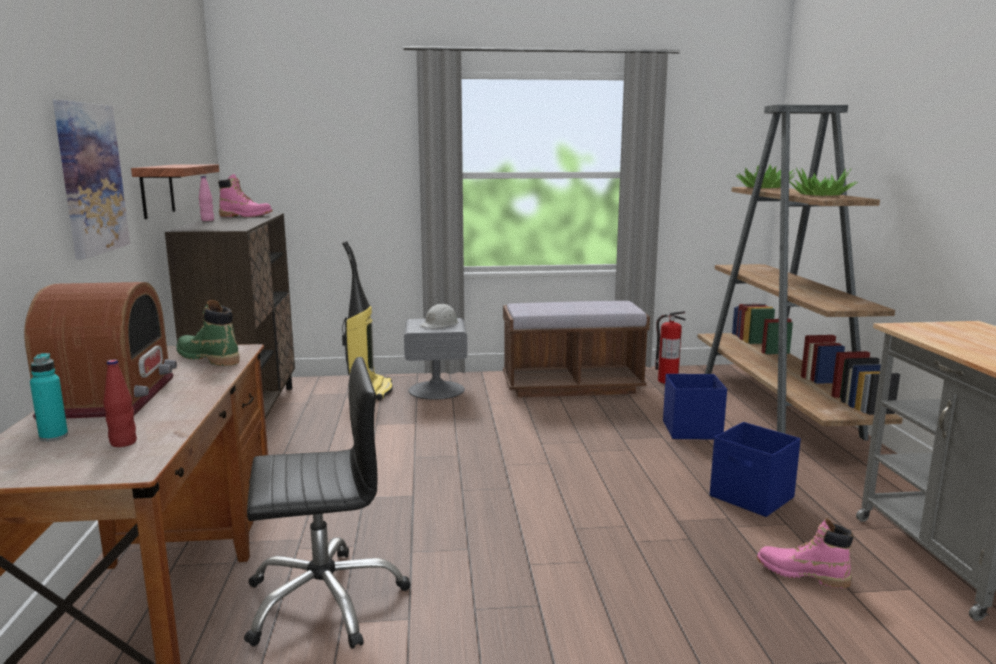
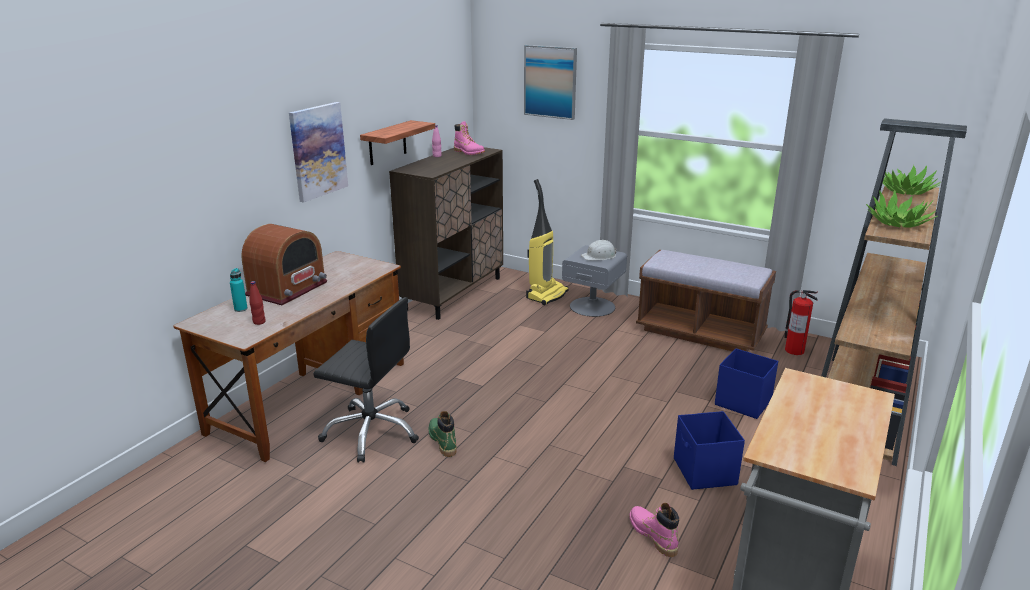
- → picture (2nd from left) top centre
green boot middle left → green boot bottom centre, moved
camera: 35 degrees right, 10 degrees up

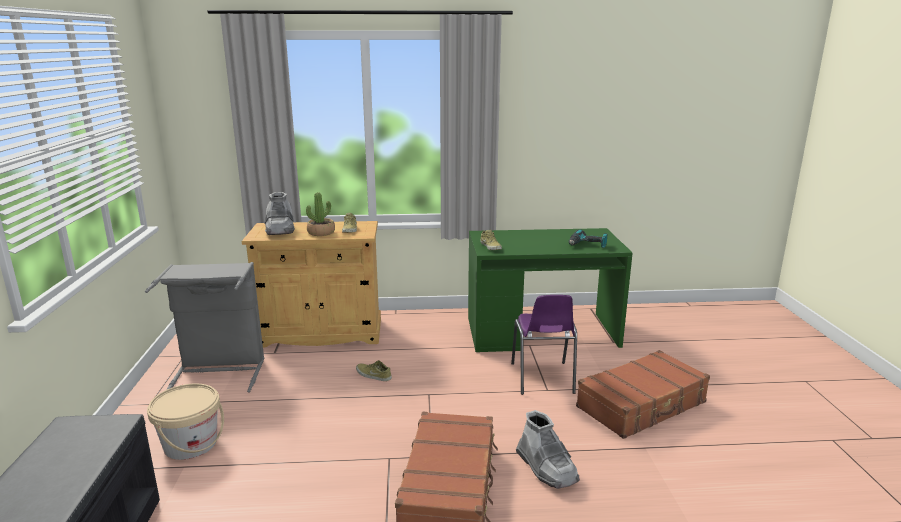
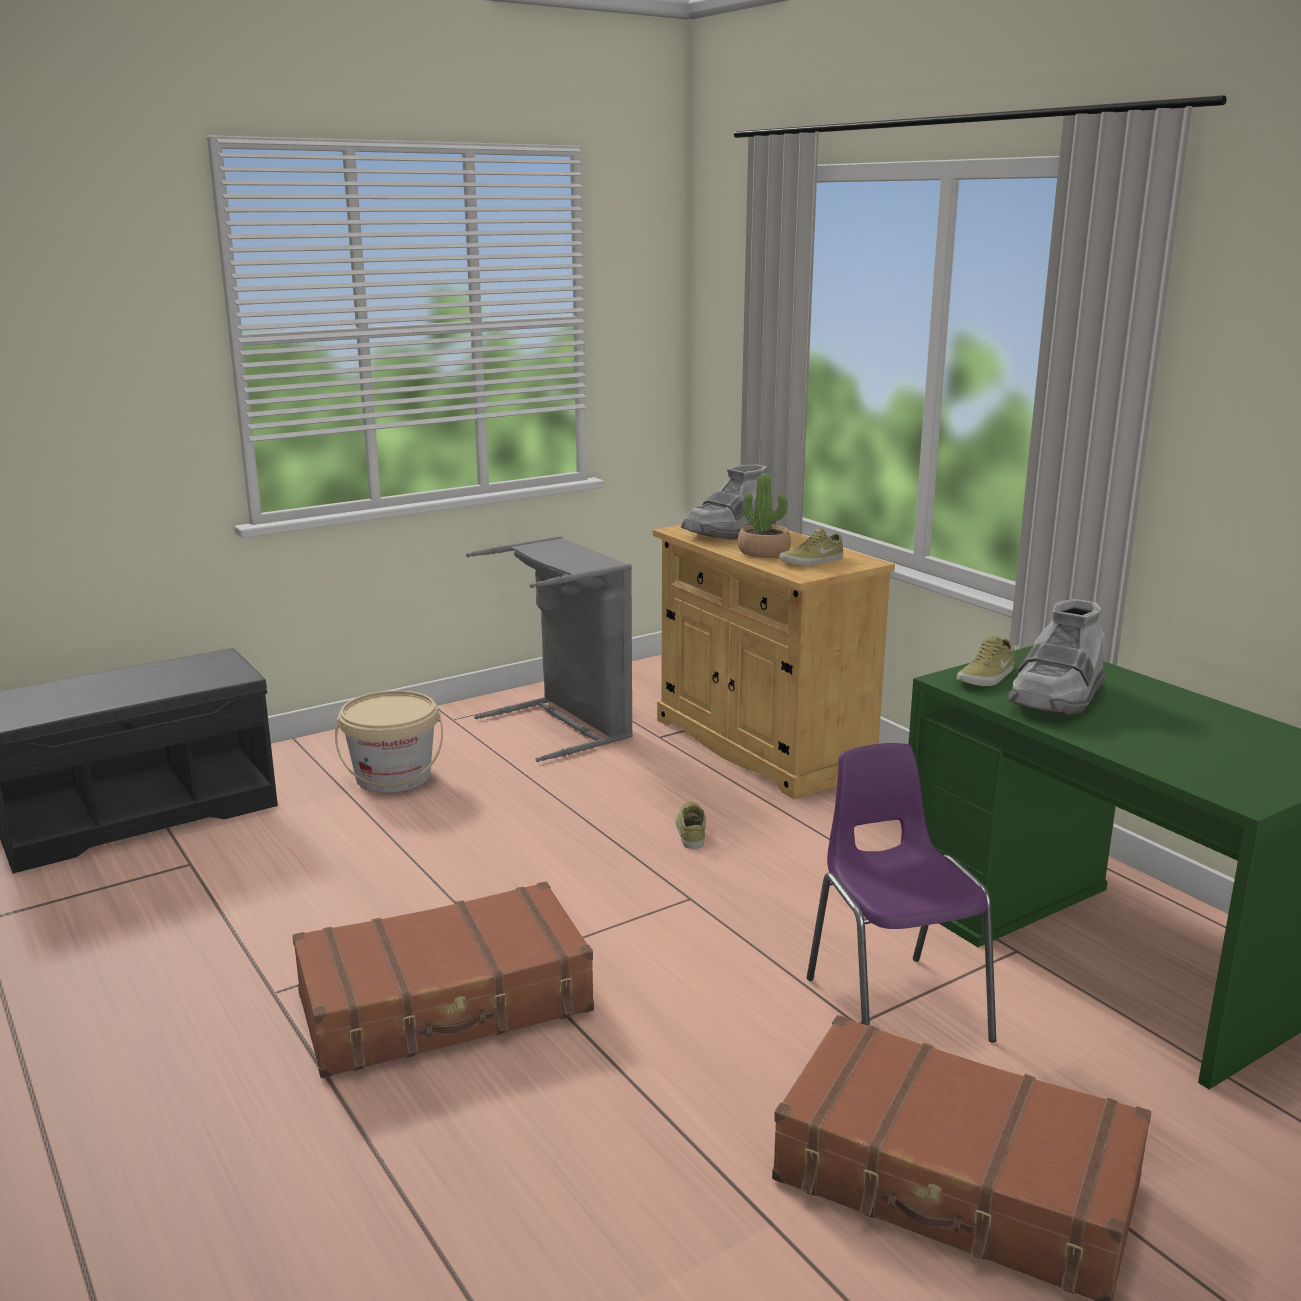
power drill centre → -
grey boot (2nd from left) bottom centre → grey boot (2nd from left) middle right, moved
purple chair centre → purple chair bottom right, 105 degrees clockwise
camera: 60 degrees right, 0 degrees up

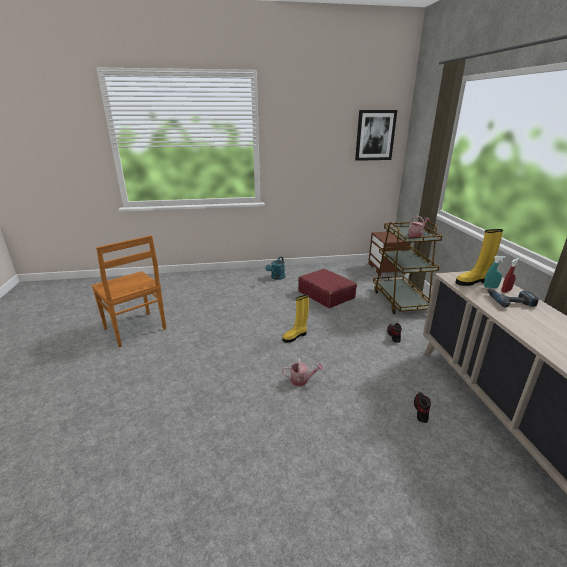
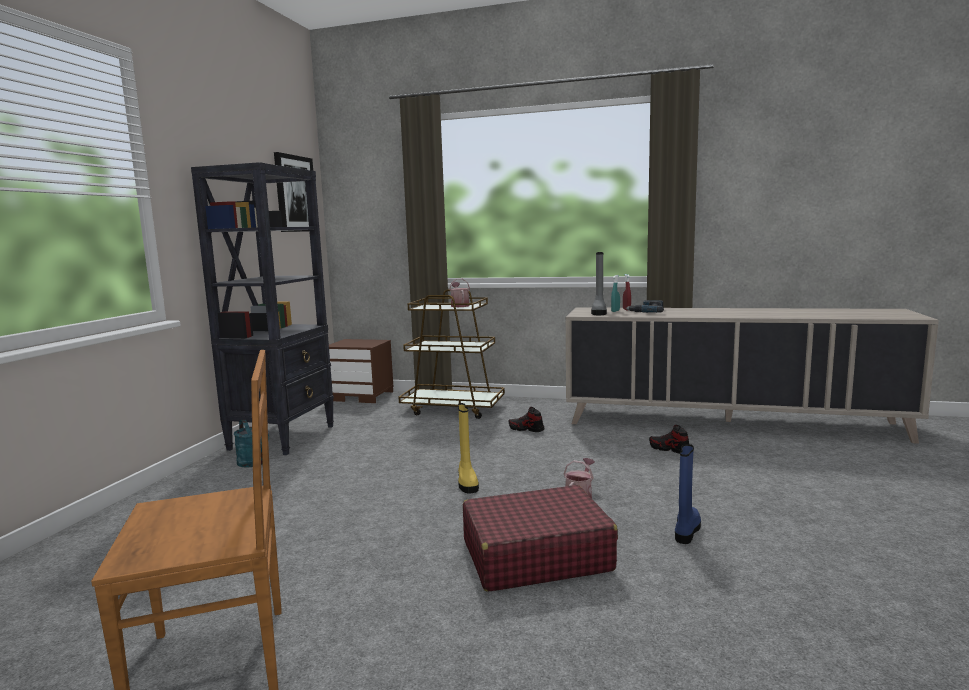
- → black bookcase middle left
- → blue boot bottom right
red suitcase centre → red suitcase bottom centre, moved
yellow boot (2nd from left) middle right → grey boot centre
camera: 65 degrees left, 15 degrees down

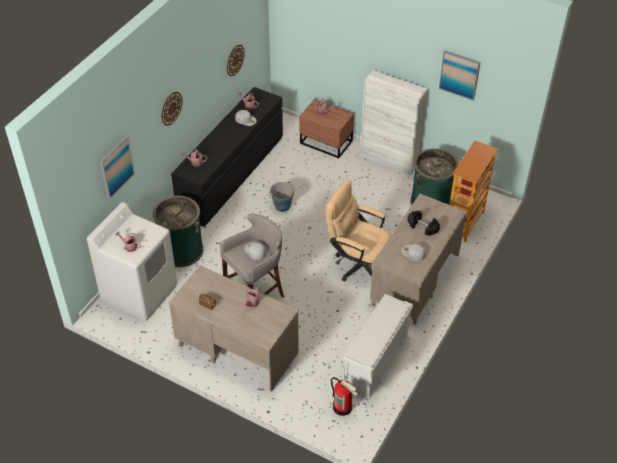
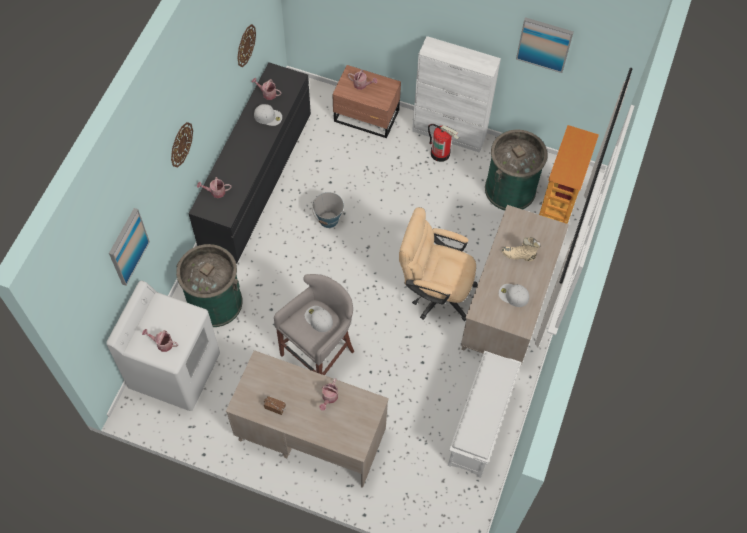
fire extinguisher bottom centre → fire extinguisher top centre, moved
black dumbbell middle right → beige boot middle right
camera: 10 degrees left, 15 degrees up

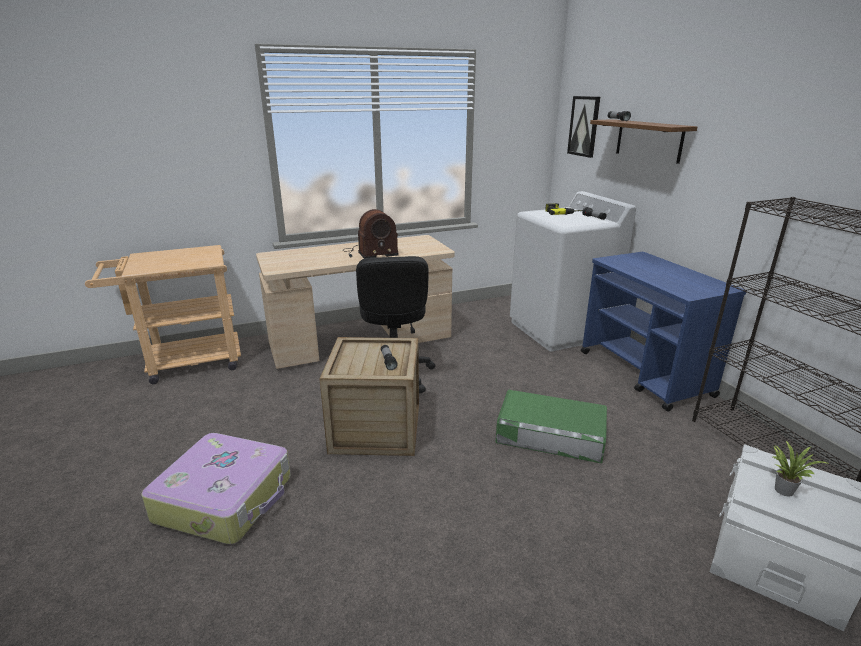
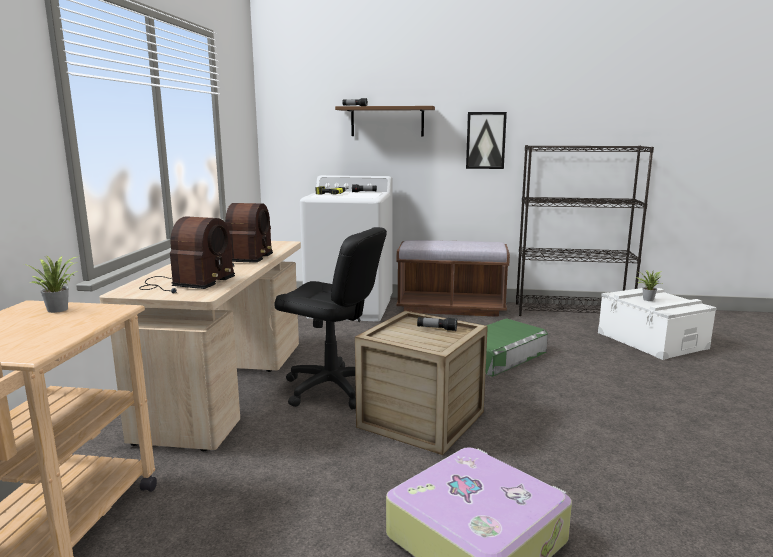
- → potted plant (1st from left) middle left
- → radio (1st from left) middle left
picture top right → picture top centre, moved
blue cart middle right → brown bench centre
camera: 60 degrees left, 10 degrees down

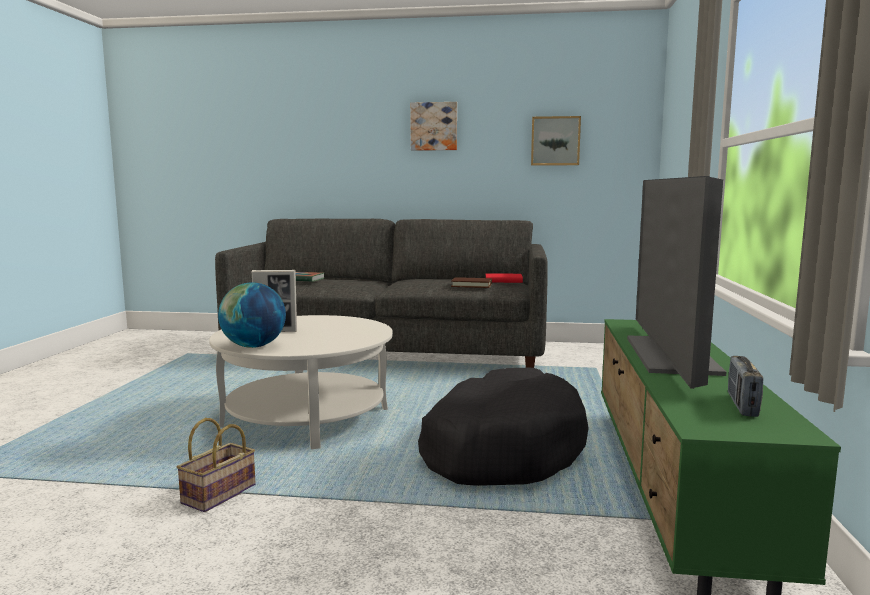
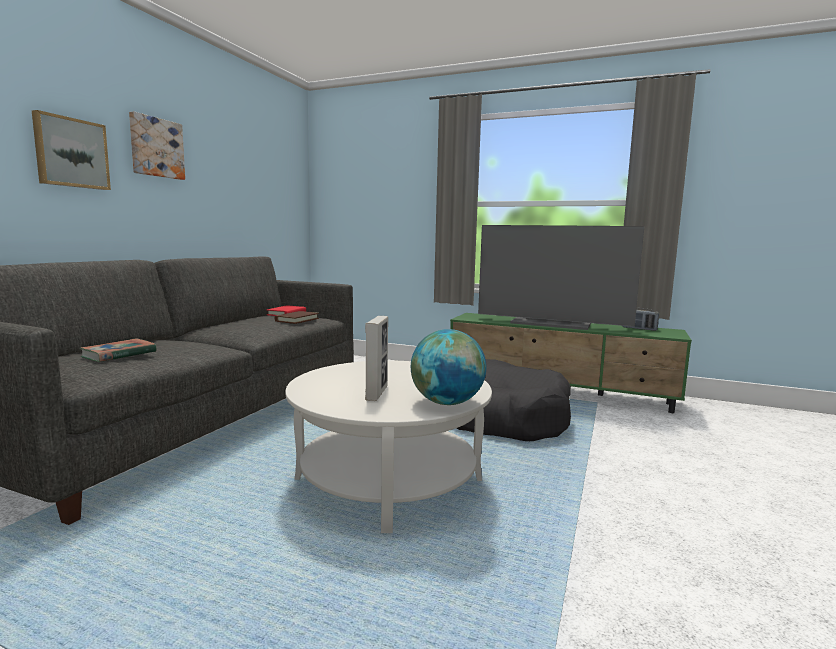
basket bottom left → -
picture (2nd from left in the first image) top centre → picture (1st from left) top left, moved
camera: 75 degrees left, 0 degrees up

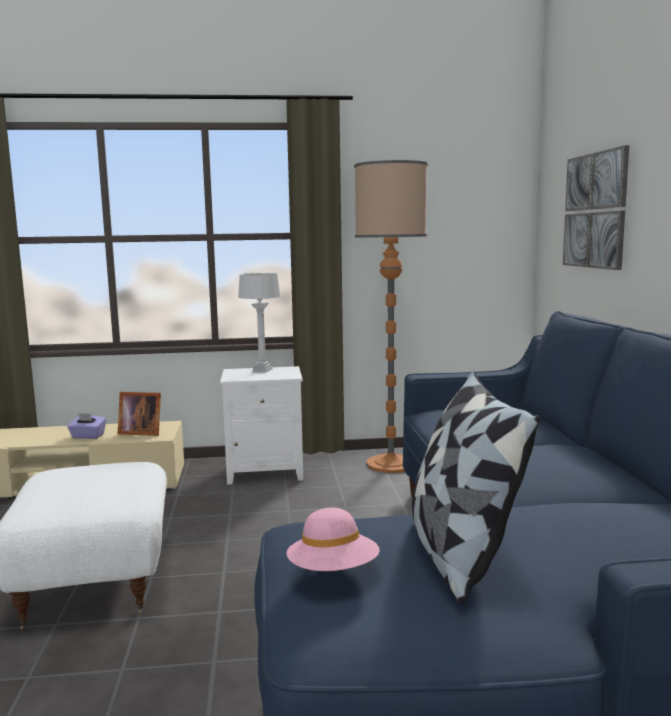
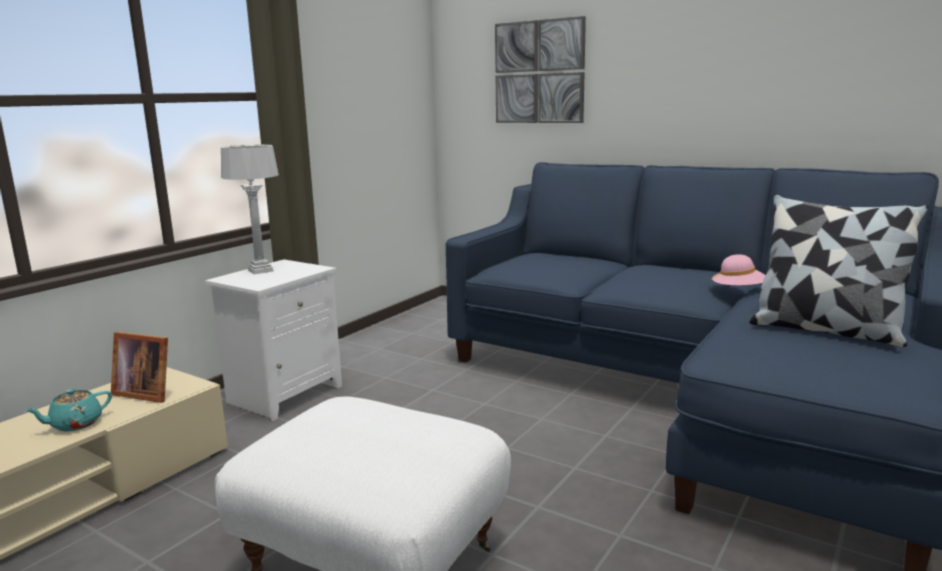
floor lamp centre → -
pink hat bottom centre → pink hat middle right, moved
purple tissue box middle left → turquoise teapot bottom left
picture frame middle left, 60 degrees clockwise
camera: 50 degrees left, 5 degrees up

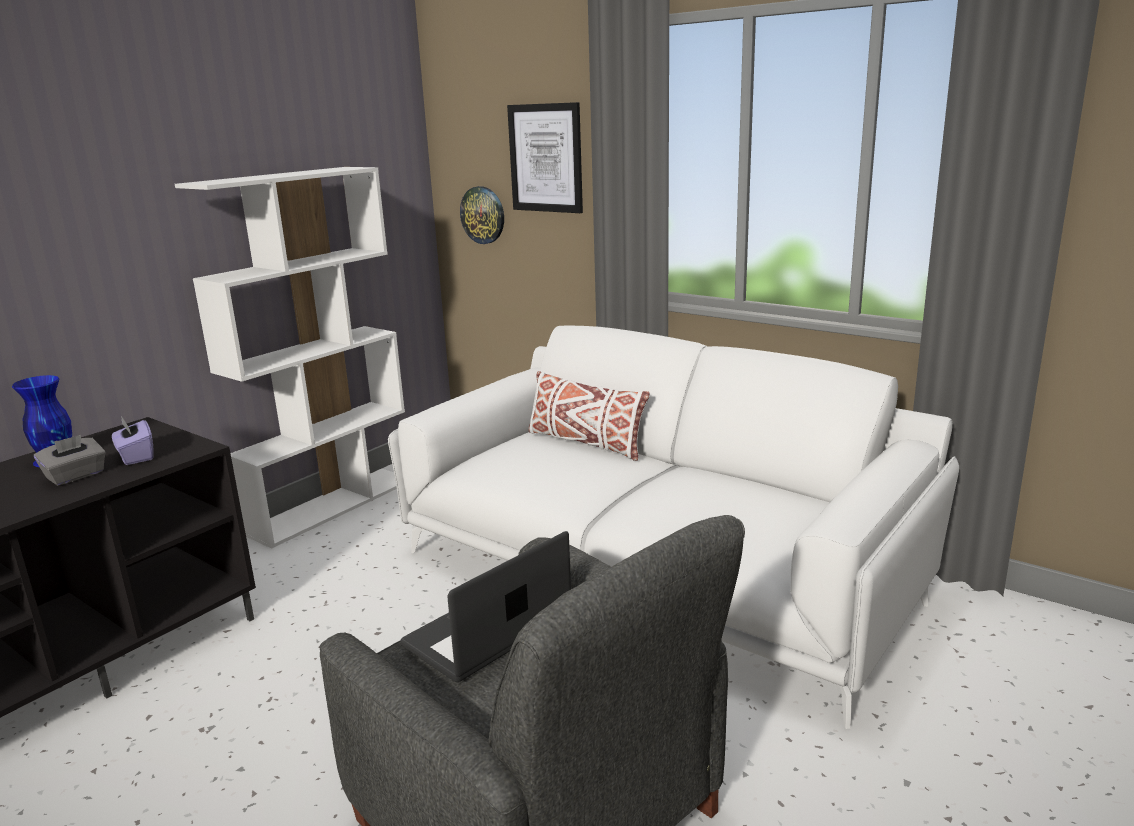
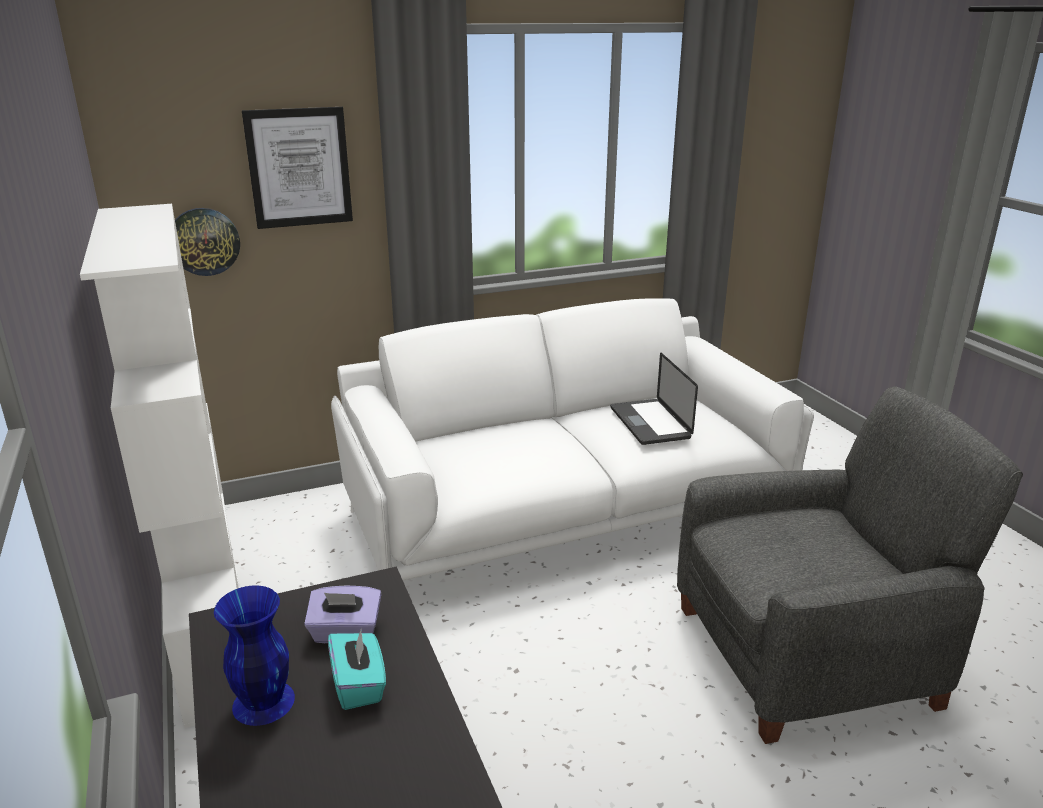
white pillow centre → -
laptop bottom centre → laptop centre, moved
grey tissue box middle left → turquoise tissue box bottom centre
camera: 60 degrees left, 5 degrees up

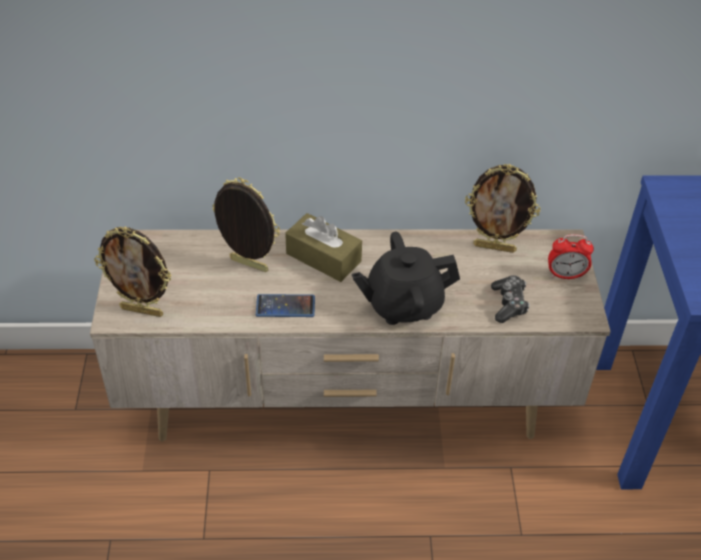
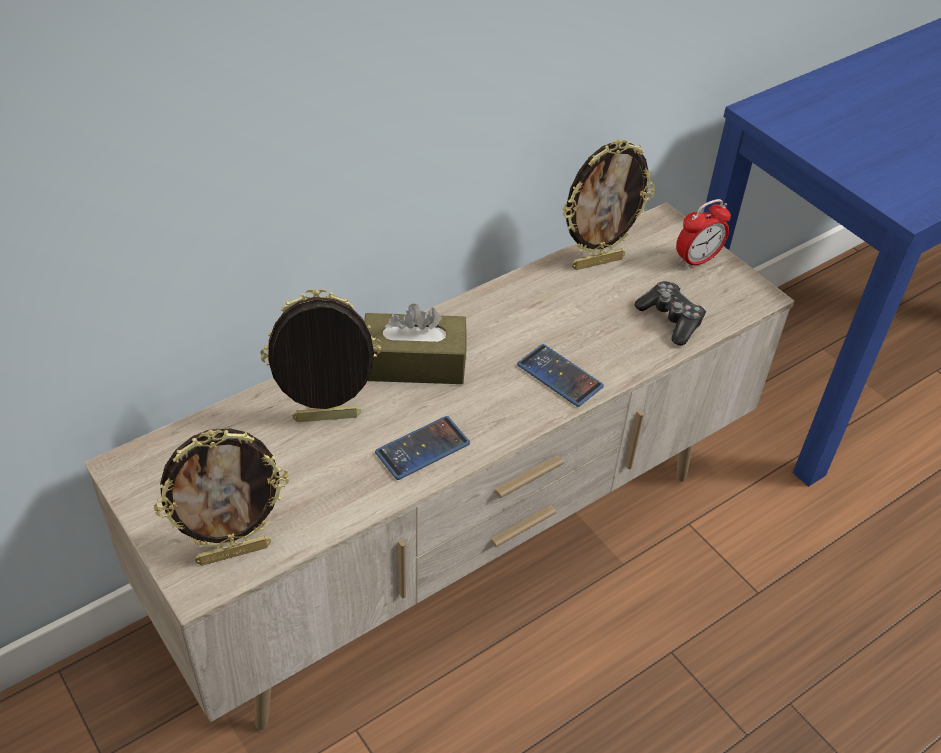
black teapot centre → phone (2nd from left) centre
camera: 35 degrees left, 0 degrees up

